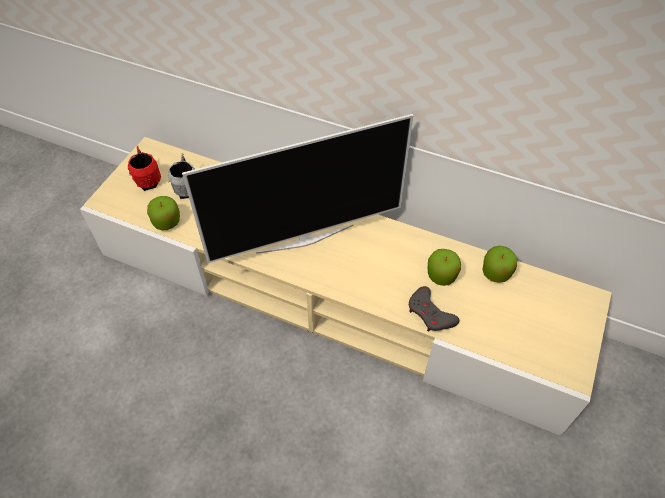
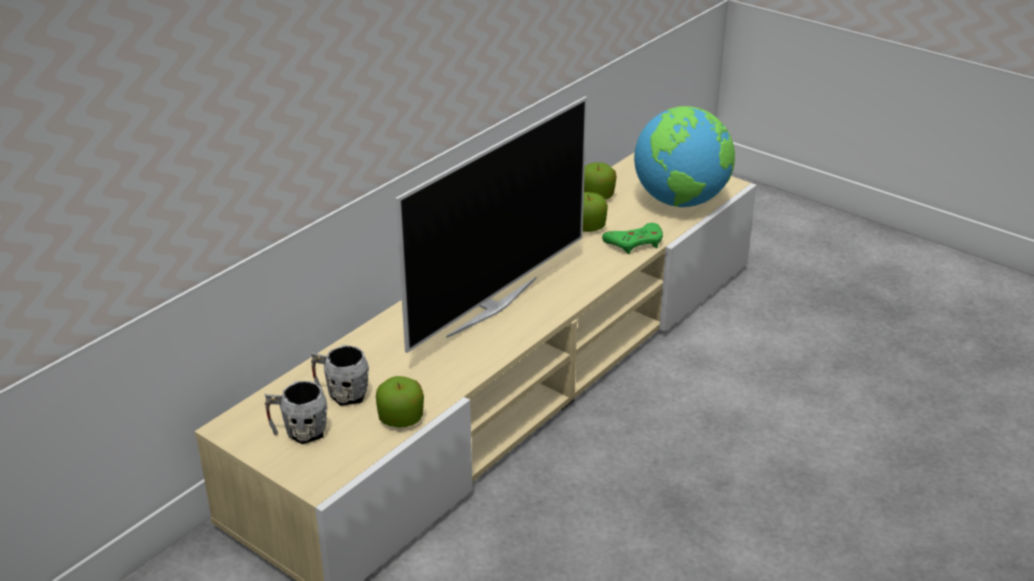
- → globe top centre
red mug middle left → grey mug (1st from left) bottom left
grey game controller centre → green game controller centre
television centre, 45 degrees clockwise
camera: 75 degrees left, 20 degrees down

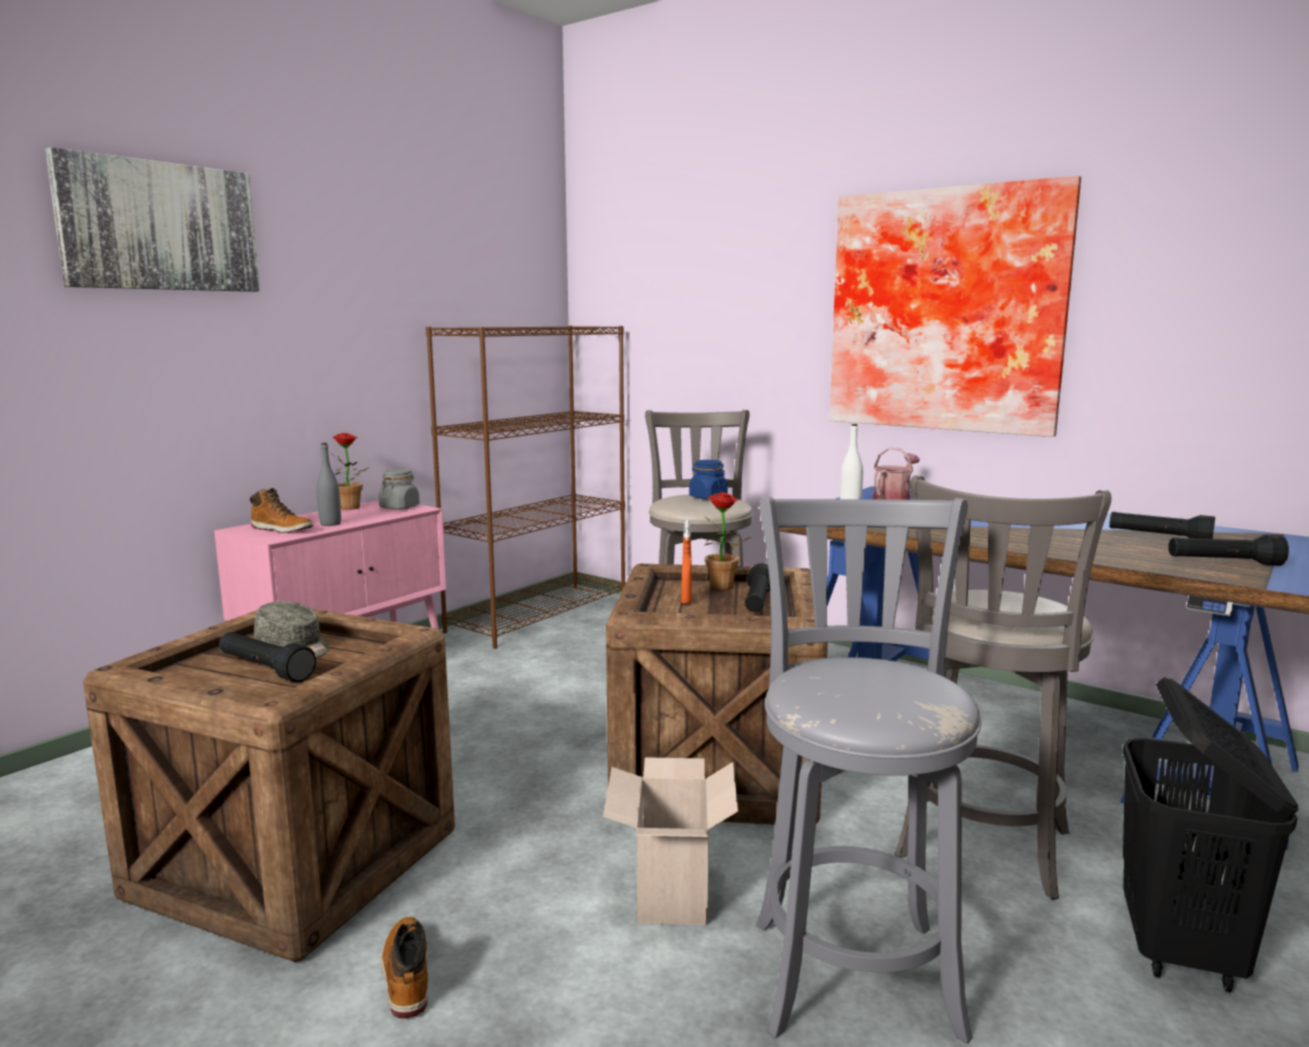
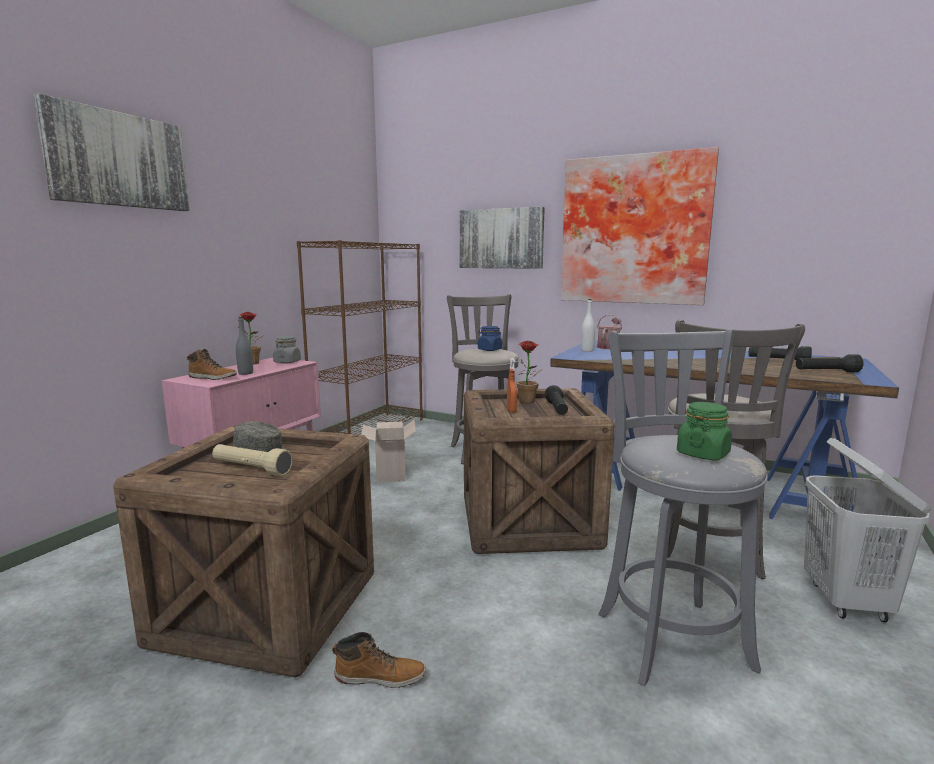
- → picture (2nd from left) top centre
- → green jar middle right
cardboard box bottom centre → cardboard box centre, moved
black flashlight (1st from left) middle left → beige flashlight middle left
black laundry basket bottom right → white laundry basket bottom right
boot (2nd from left) bottom left → boot (2nd from left) bottom centre, 120 degrees clockwise
camera: 10 degrees left, 0 degrees up

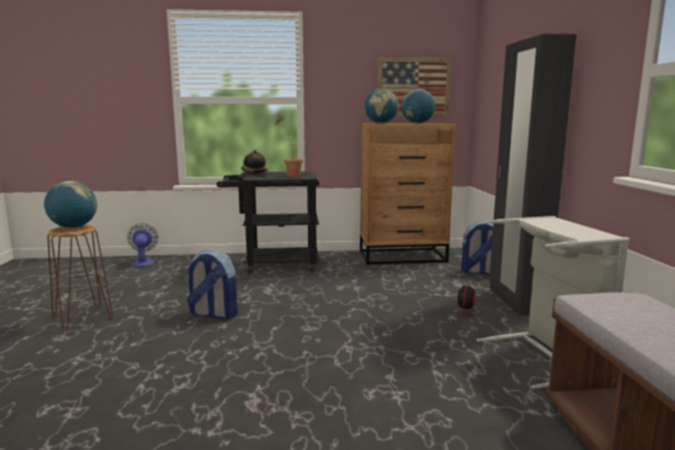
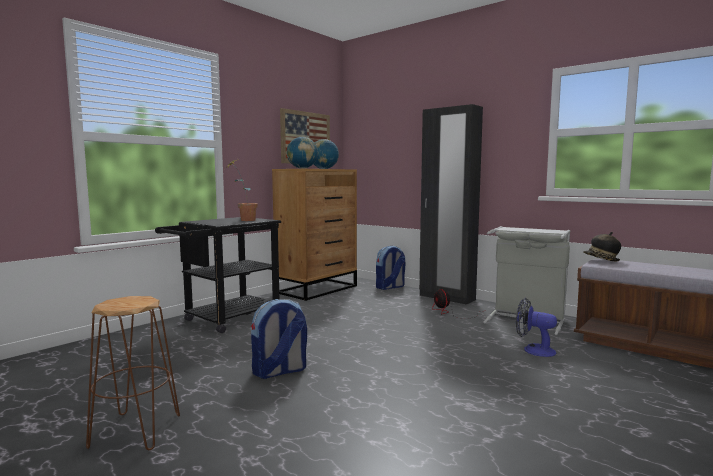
globe (1st from left) middle left → -
fan (1st from left in the first image) middle left → fan (2nd from left) bottom right, moved
hat centre → hat middle right, moved
camera: 45 degrees left, 5 degrees down

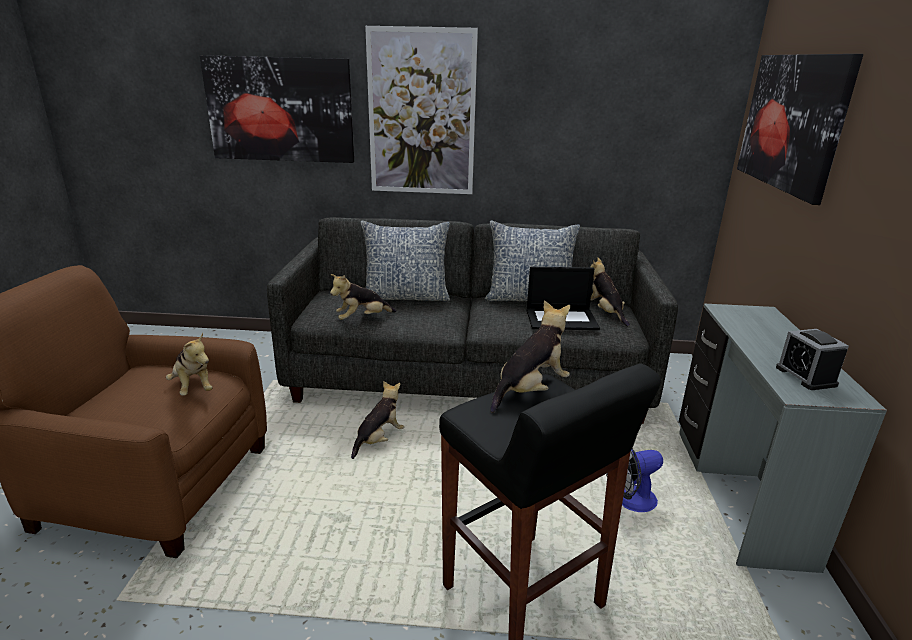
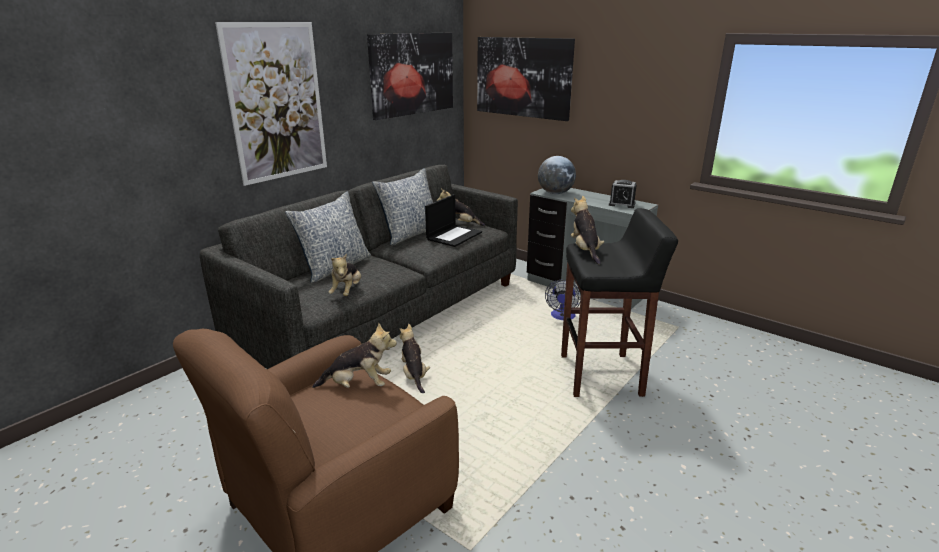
- → globe top centre
picture (1st from left in the first image) top left → picture (2nd from left) top centre, moved
camera: 55 degrees left, 0 degrees up

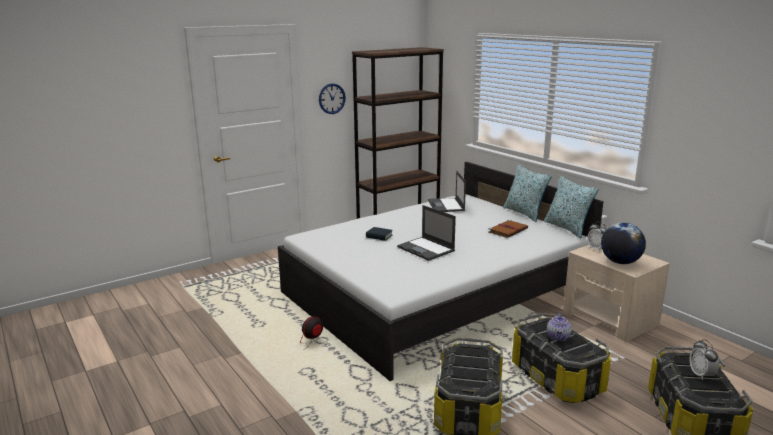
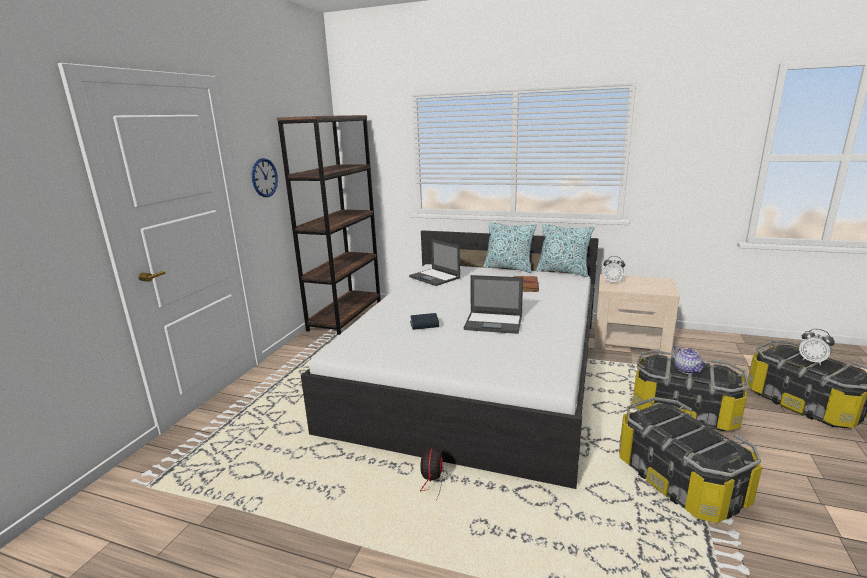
globe middle right → -
camera: 35 degrees left, 0 degrees up

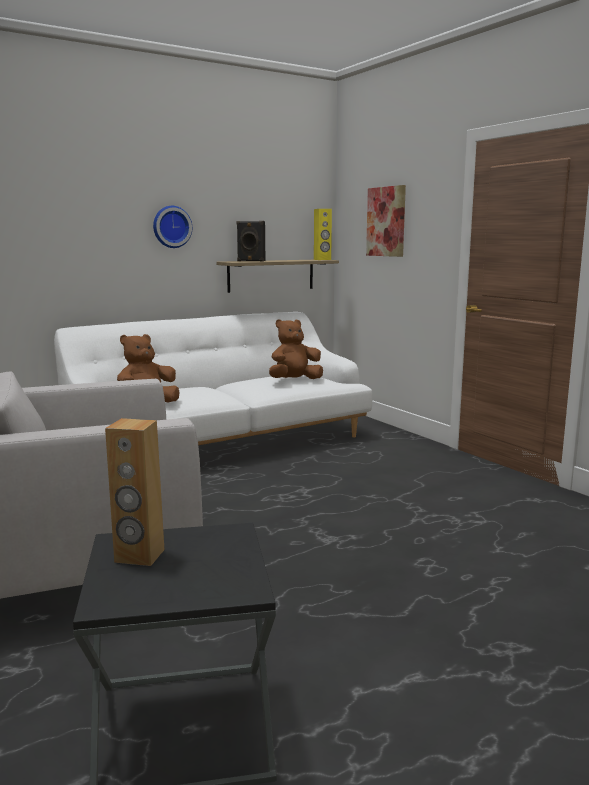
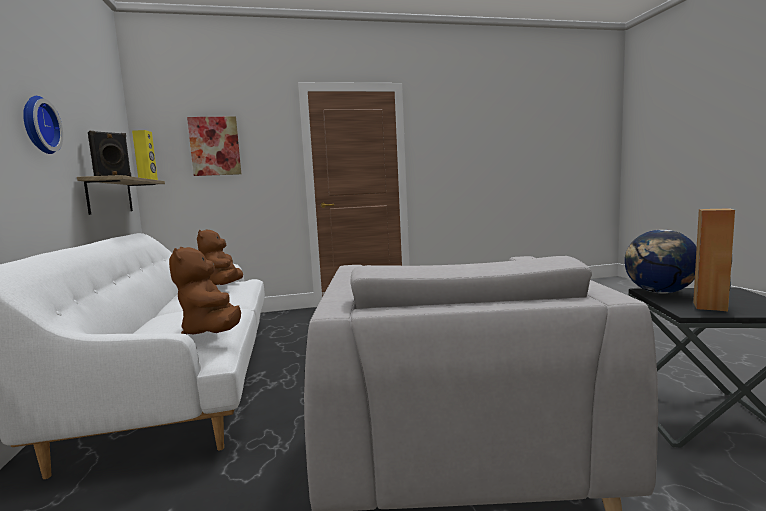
- → globe middle right
camera: 70 degrees left, 5 degrees down

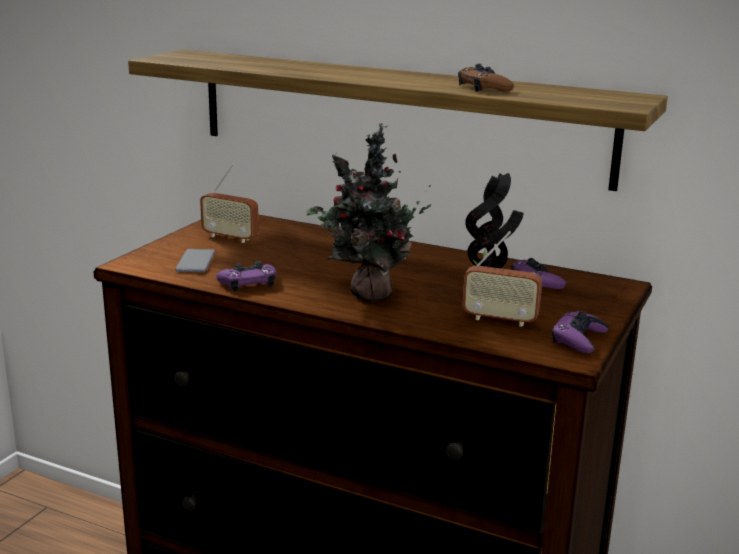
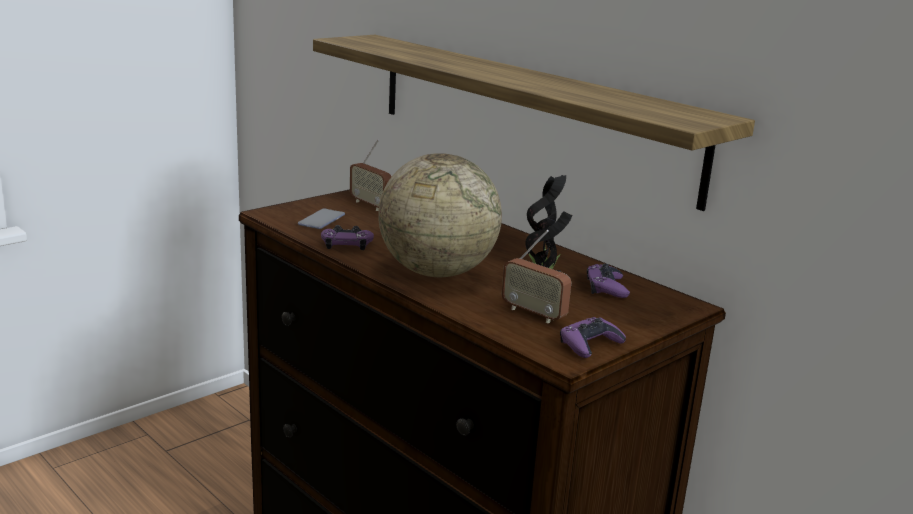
brown game controller top centre → -
potted plant (1st from left) centre → globe centre
camera: 20 degrees right, 0 degrees up

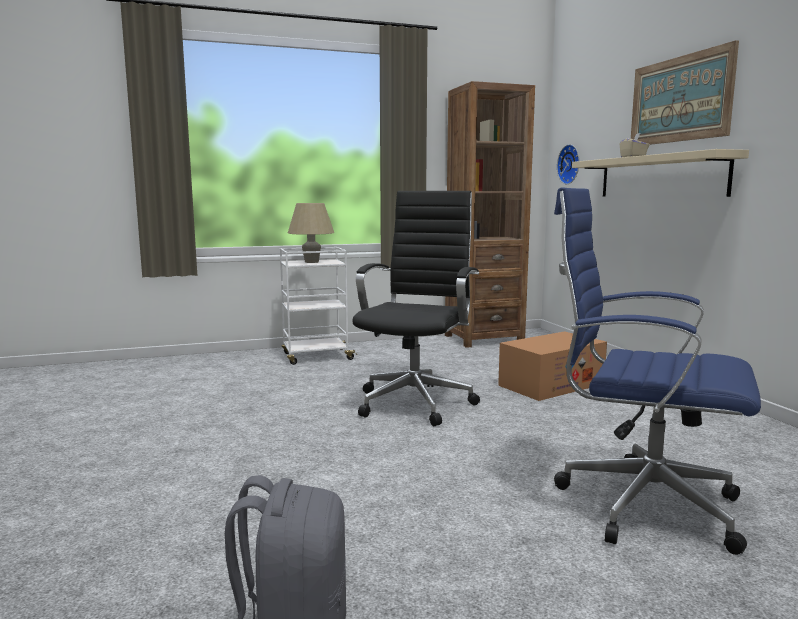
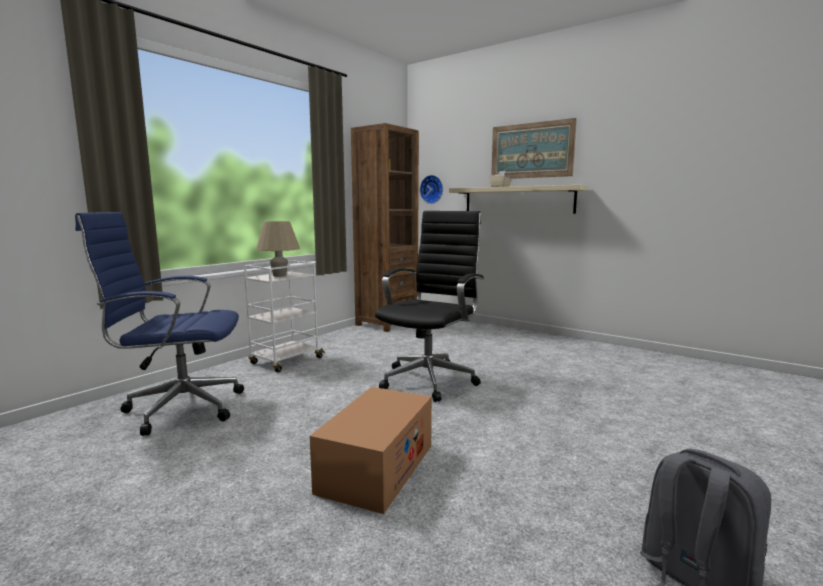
cardboard box middle right → cardboard box bottom centre, moved
blue office chair middle right → blue office chair middle left, moved
black office chair centre, 45 degrees clockwise
camera: 35 degrees left, 0 degrees up

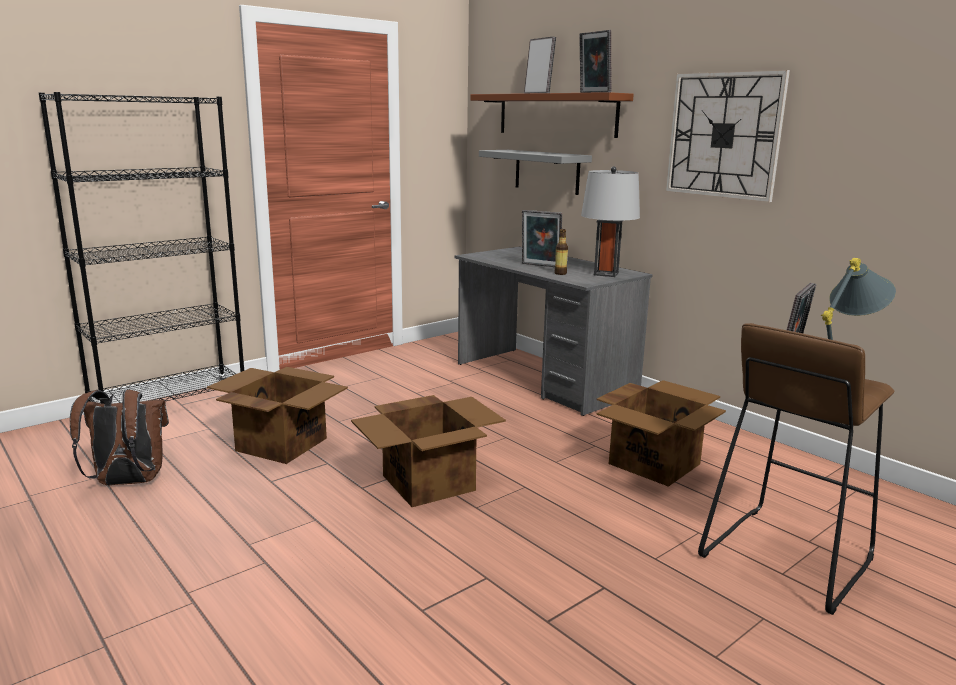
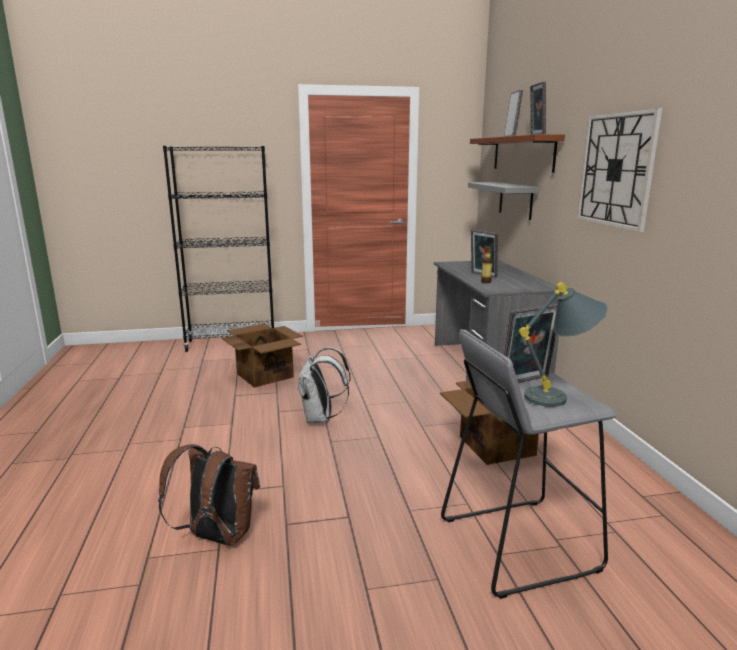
grey table lamp (1st from left) top centre → -
brown backpack middle left → brown backpack bottom left, moved
cardboard box (2nd from left) centre → white backpack centre
brown stool bottom right → grey stool bottom right
camera: 30 degrees right, 0 degrees up

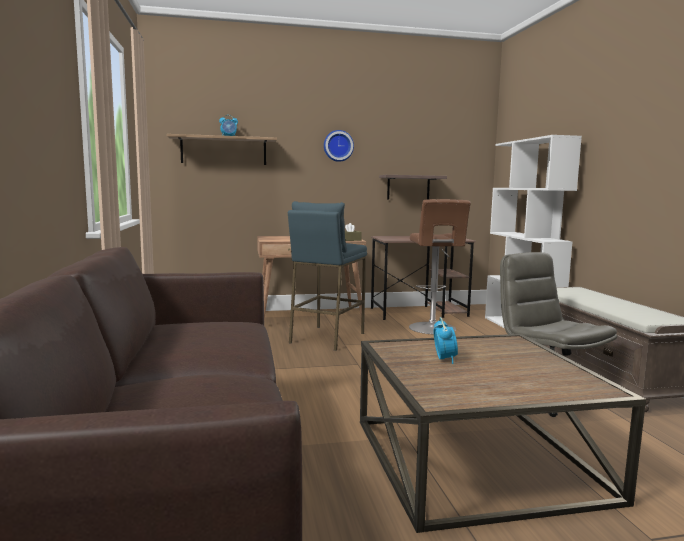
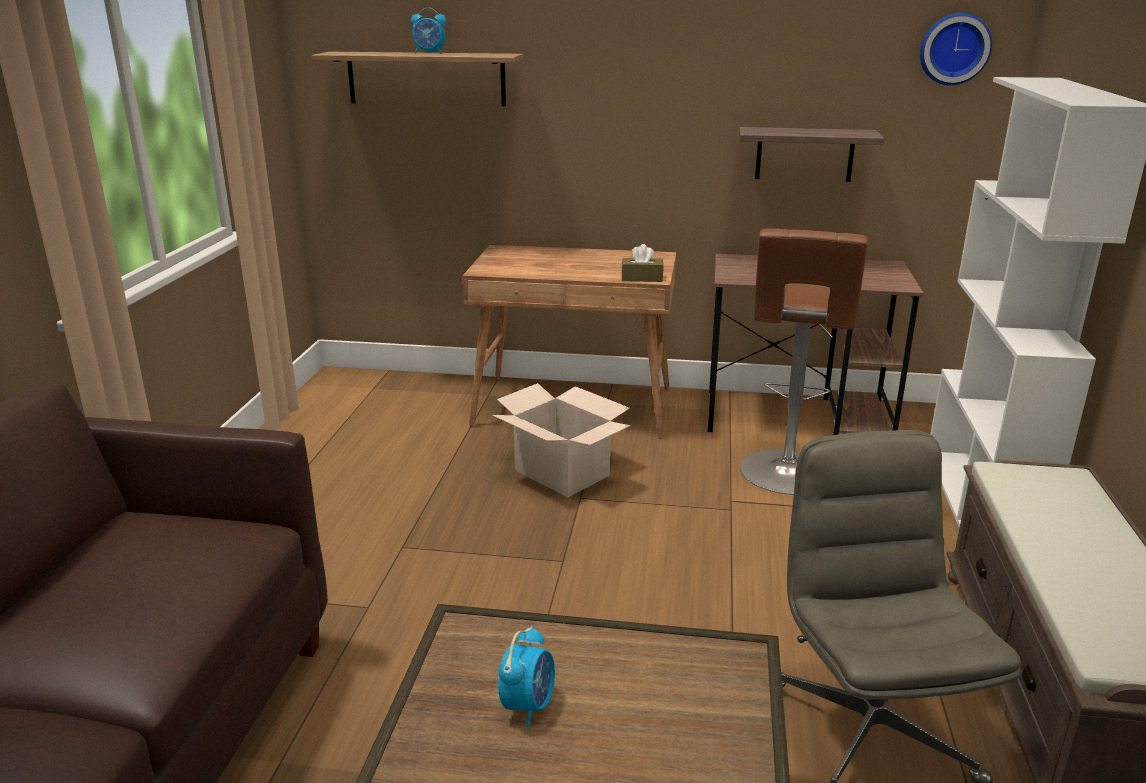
wall clock top centre → wall clock top right, moved
blue stool centre → cardboard box centre
camera: 20 degrees right, 15 degrees up

